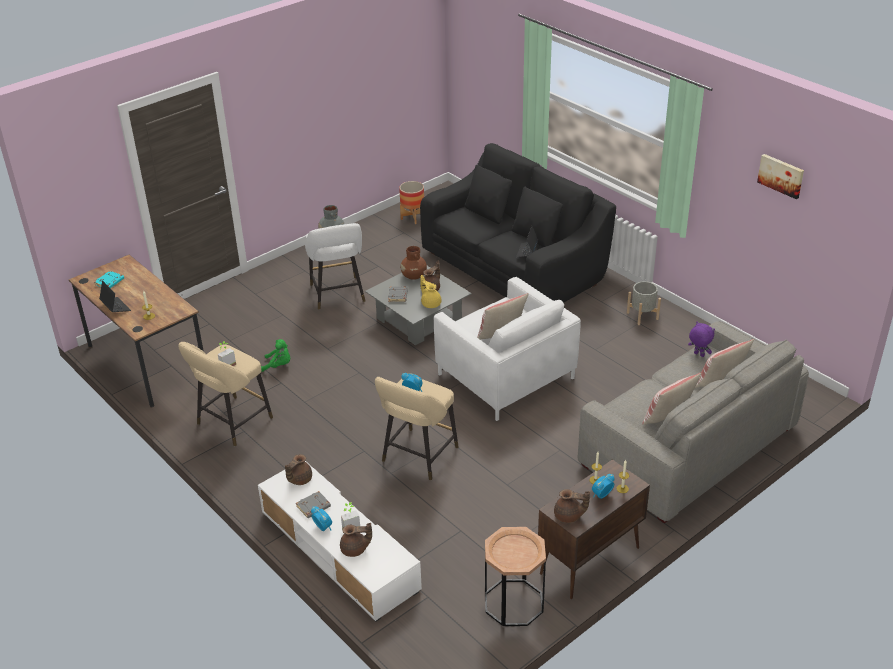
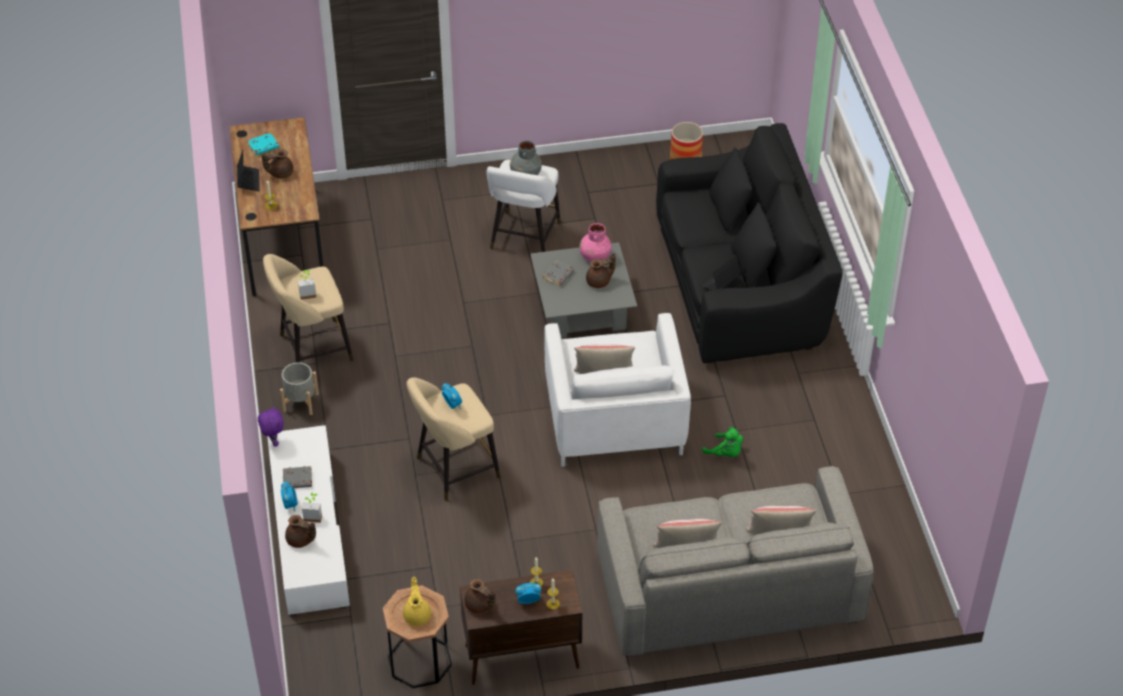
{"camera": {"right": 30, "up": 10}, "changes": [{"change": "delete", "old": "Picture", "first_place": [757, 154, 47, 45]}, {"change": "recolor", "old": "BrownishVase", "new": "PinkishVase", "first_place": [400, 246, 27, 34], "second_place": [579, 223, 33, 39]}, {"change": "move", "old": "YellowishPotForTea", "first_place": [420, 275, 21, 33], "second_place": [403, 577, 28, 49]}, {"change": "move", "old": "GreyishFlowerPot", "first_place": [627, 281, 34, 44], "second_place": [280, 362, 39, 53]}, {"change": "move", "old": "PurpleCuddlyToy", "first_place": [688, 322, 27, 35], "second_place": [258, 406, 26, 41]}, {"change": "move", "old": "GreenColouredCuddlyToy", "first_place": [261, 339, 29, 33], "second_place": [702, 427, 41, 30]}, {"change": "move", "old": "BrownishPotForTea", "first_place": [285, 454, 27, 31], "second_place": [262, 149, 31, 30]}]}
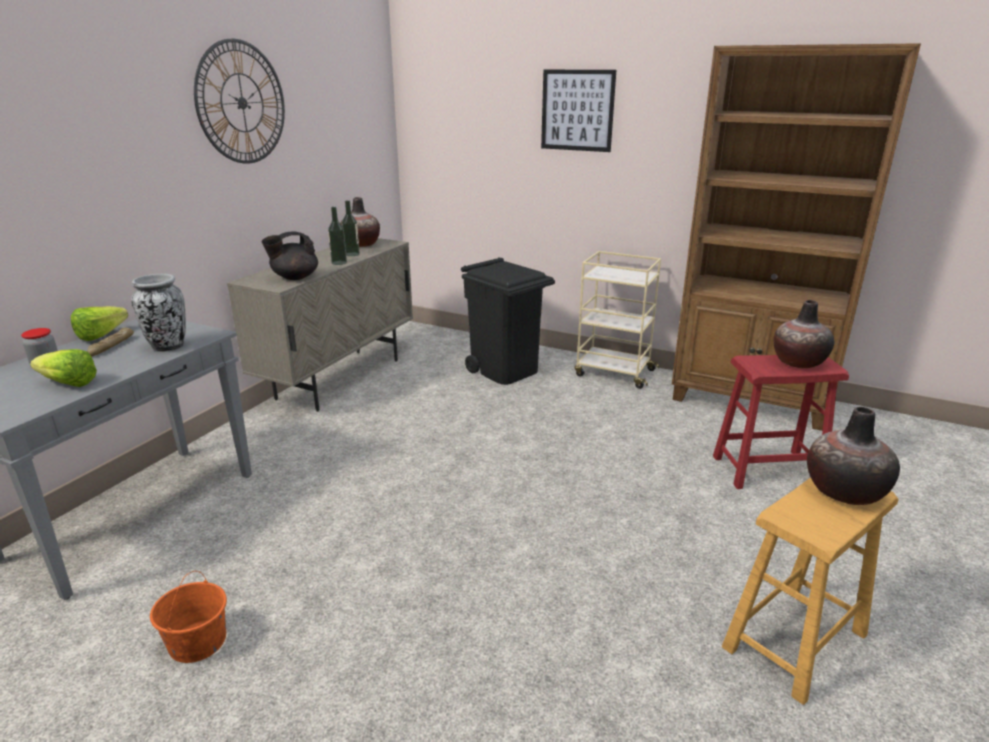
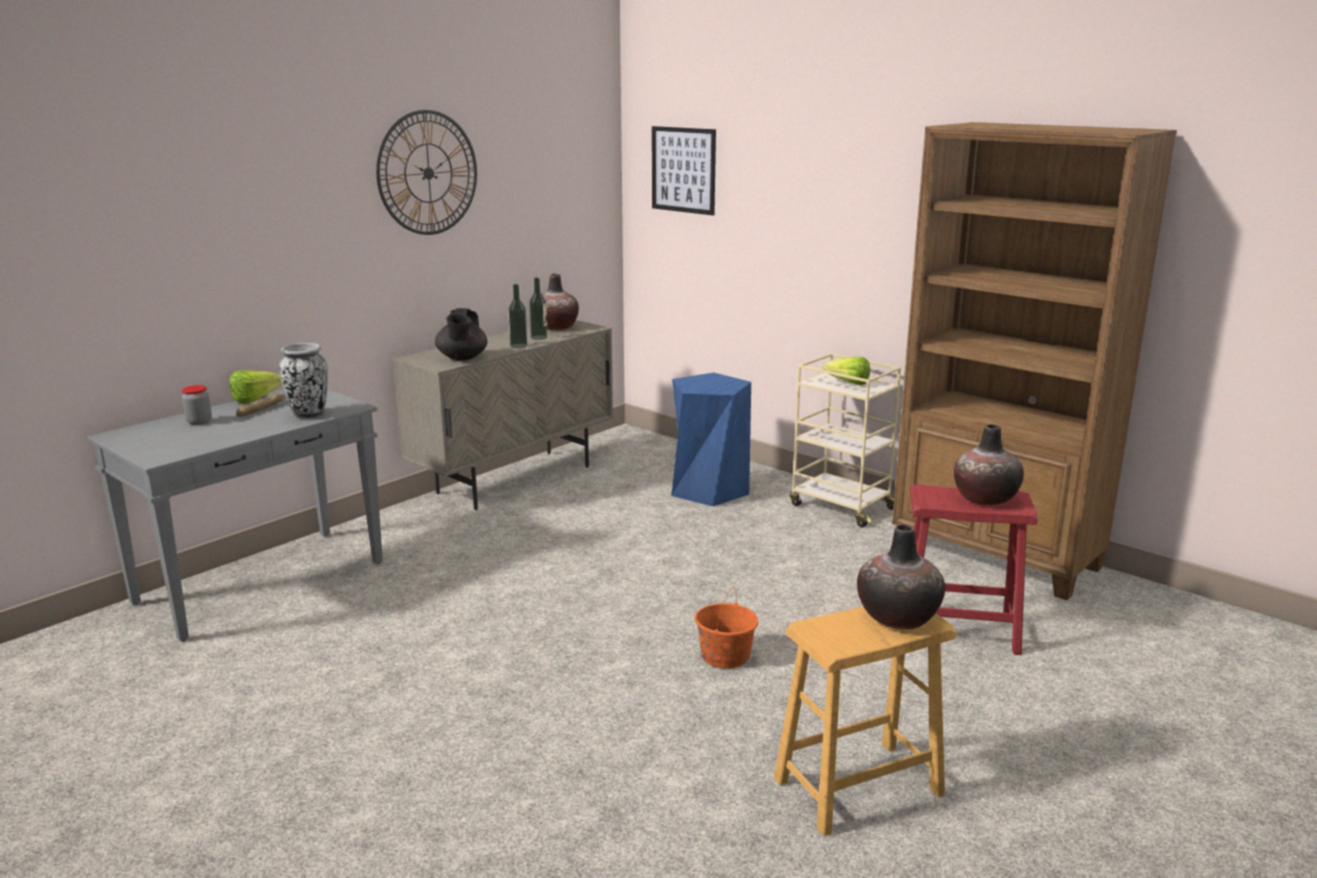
{"camera": {"right": 15, "up": -5}, "changes": [{"change": "move", "old": "Picture", "first_place": [541, 70, 75, 82], "second_place": [652, 126, 64, 89]}, {"change": "rotate", "old": "BlackishPotForTea", "first_place": [262, 231, 56, 49], "second_place": [435, 308, 53, 52], "degrees": -75}, {"change": "replace", "old": "BlackishTrashCan", "new": "BluishSittingStool", "first_place": [461, 257, 94, 128], "second_place": [671, 372, 80, 134]}, {"change": "move", "old": "HeadOfLettuce", "first_place": [30, 349, 67, 38], "second_place": [824, 357, 46, 28]}, {"change": "move", "old": "OrangeColouredPail", "first_place": [150, 571, 77, 92], "second_place": [695, 587, 63, 82]}]}
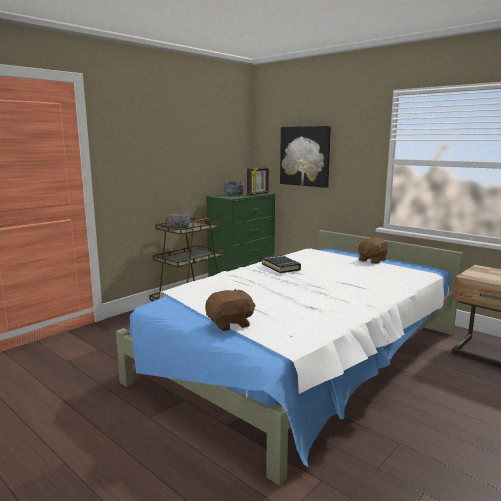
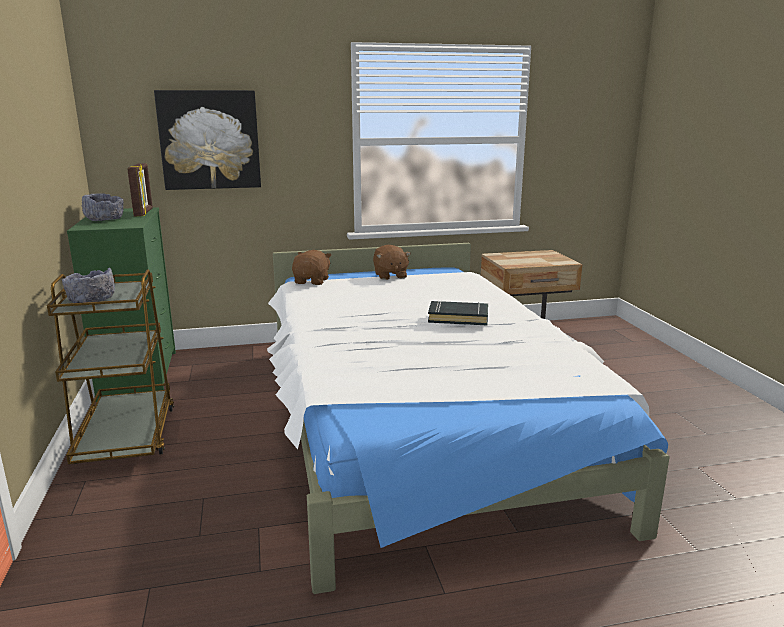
{"camera": {"right": -55, "up": 5}, "changes": [{"change": "move", "old": "BlackishVolume", "first_place": [262, 255, 39, 18], "second_place": [428, 300, 60, 25]}, {"change": "move", "old": "BrownishCuddlyToy", "first_place": [205, 289, 51, 42], "second_place": [292, 250, 40, 35]}]}
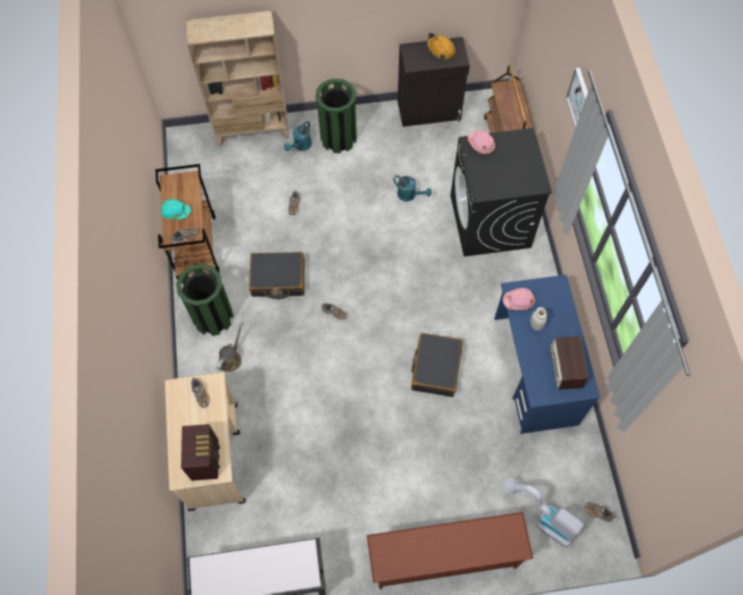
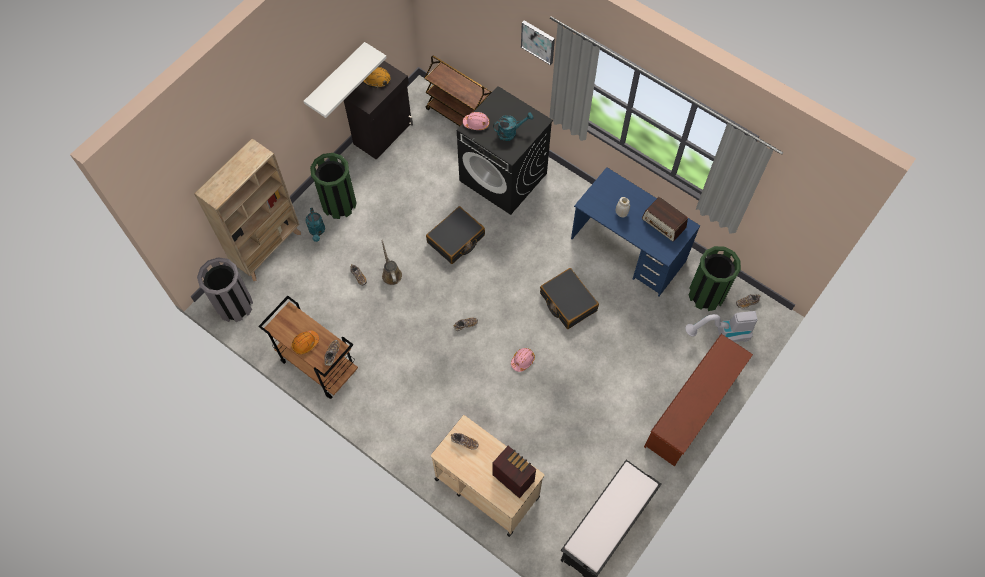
{"camera": {"right": -45, "up": 0}, "changes": [{"change": "move", "old": "BlueGreenWateringCan", "first_place": [393, 175, 39, 27], "second_place": [493, 112, 40, 29]}, {"change": "recolor", "old": "BlueGreenSafetyHelmet", "new": "OrangeColouredSafetyHelmet", "first_place": [160, 199, 31, 21], "second_place": [291, 330, 28, 24]}, {"change": "move", "old": "BlackishSuitcase", "first_place": [249, 252, 56, 47], "second_place": [426, 206, 59, 58]}, {"change": "move", "old": "GreenColouredTrashCan", "first_place": [176, 264, 57, 72], "second_place": [689, 246, 52, 65]}, {"change": "move", "old": "PinkishSafetyHelmet", "first_place": [503, 288, 32, 22], "second_place": [511, 348, 24, 24]}, {"change": "move", "old": "BrownishWateringCan", "first_place": [217, 323, 26, 49], "second_place": [381, 240, 21, 45]}, {"change": "insert", "new": "WhiteColouredWallShelf", "second_place": [303, 42, 84, 76]}, {"change": "insert", "new": "GreyishTrashCan", "second_place": [197, 257, 56, 65]}]}
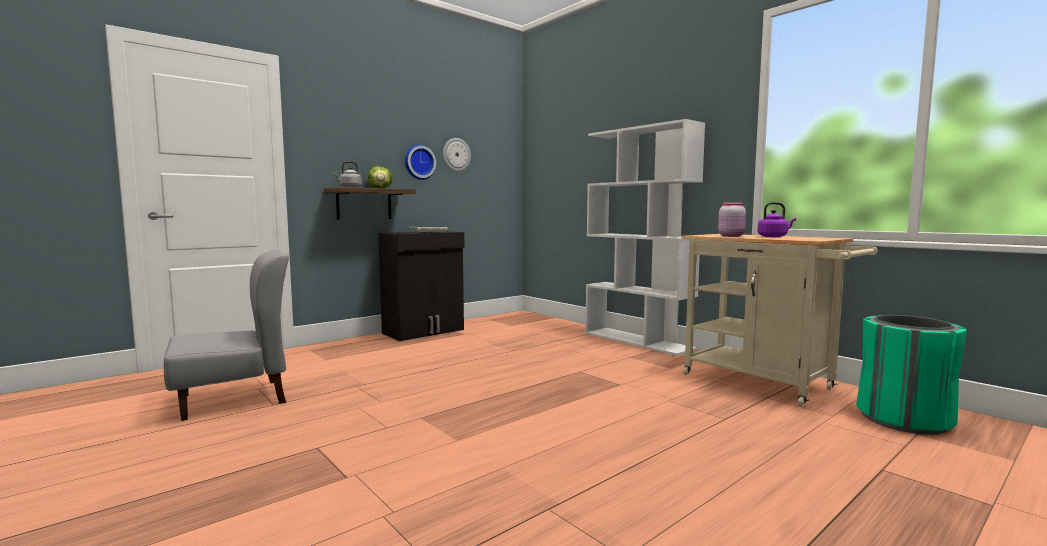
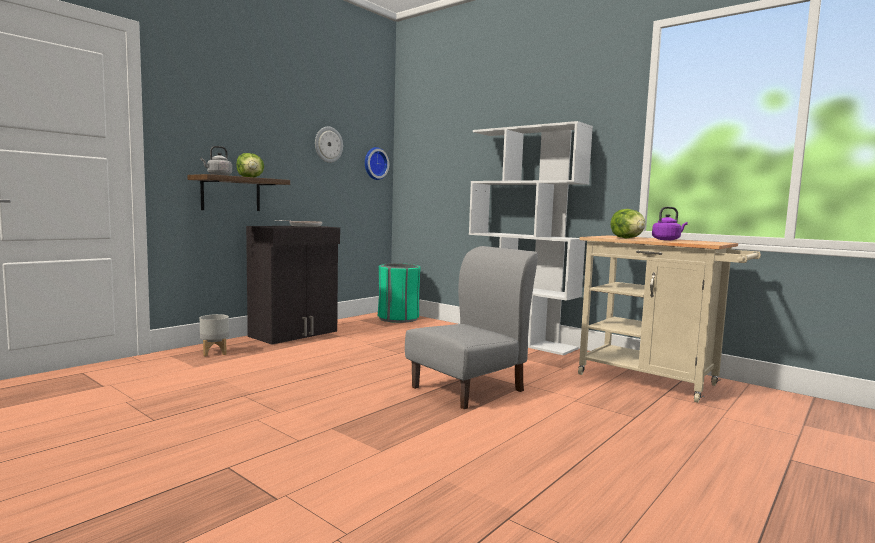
{"camera": {"right": -10, "up": 0}, "changes": [{"change": "move", "old": "HangingClock", "first_place": [405, 144, 31, 36], "second_place": [365, 147, 24, 33]}, {"change": "replace", "old": "PinkishStorageJar", "new": "HeadOfLettuce", "first_place": [718, 202, 28, 35], "second_place": [610, 209, 35, 29]}, {"change": "move", "old": "GreyishChair", "first_place": [164, 249, 125, 172], "second_place": [405, 246, 133, 163]}, {"change": "move", "old": "GreenColouredTrashCan", "first_place": [856, 315, 111, 120], "second_place": [378, 263, 43, 60]}, {"change": "insert", "new": "GreyishFlowerPot", "second_place": [200, 314, 29, 42]}]}
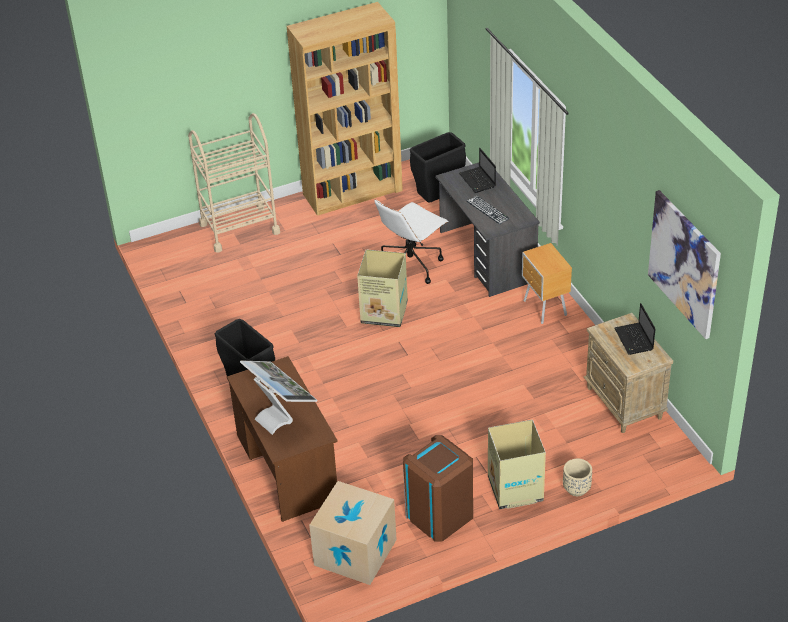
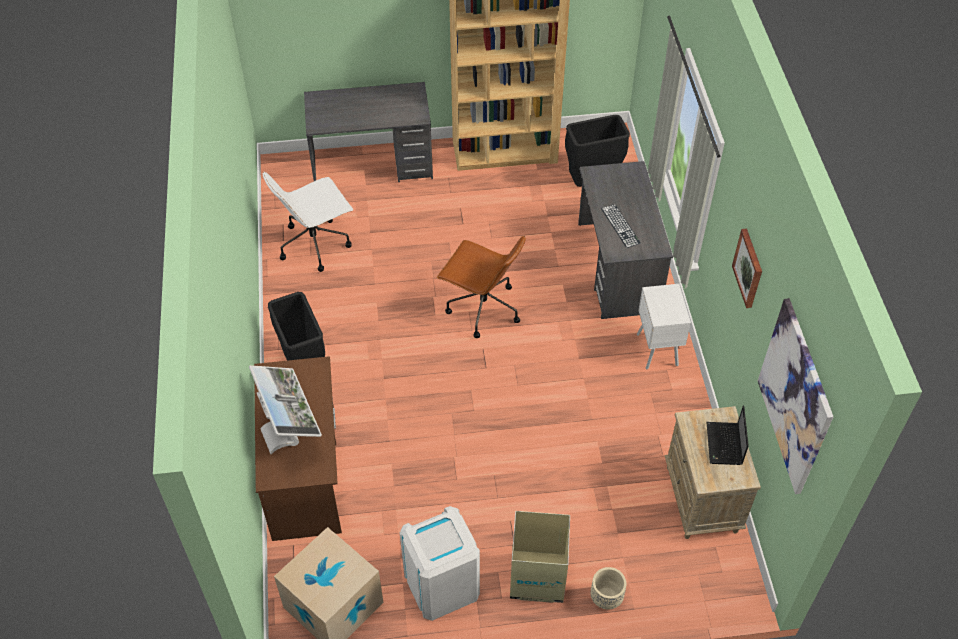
{"camera": {"right": 15, "up": 10}, "changes": [{"change": "replace", "old": "BeigeWheeledCart", "new": "GreyishDeskTable", "first_place": [188, 113, 92, 140], "second_place": [304, 82, 129, 100]}, {"change": "delete", "old": "NotebookComputer", "first_place": [459, 148, 37, 45]}, {"change": "move", "old": "WhiteColouredOfficeChair", "first_place": [374, 199, 74, 85], "second_place": [263, 172, 90, 100]}, {"change": "recolor", "old": "BrownishNightTable", "new": "WhiteColouredNightTable", "first_place": [522, 243, 50, 81], "second_place": [637, 284, 54, 86]}, {"change": "replace", "old": "PackingBox", "new": "BrownishOfficeChair", "first_place": [357, 249, 51, 78], "second_place": [437, 236, 89, 102]}, {"change": "recolor", "old": "BrownishTrashCan", "new": "WhiteColouredTrashCan", "first_place": [403, 435, 70, 107], "second_place": [400, 506, 80, 115]}, {"change": "insert", "new": "Picture", "second_place": [732, 229, 30, 79]}]}
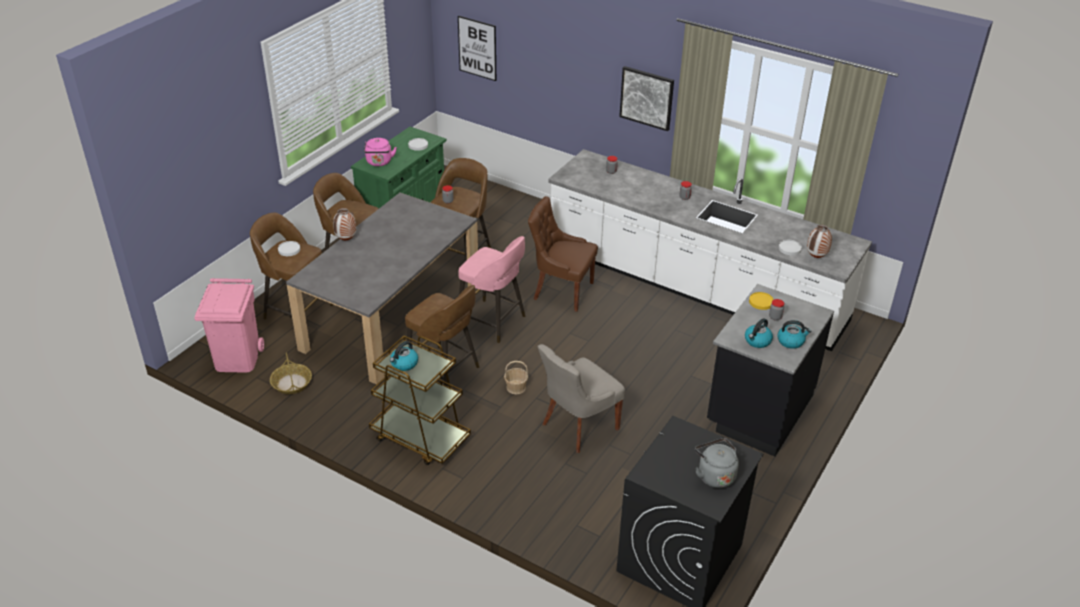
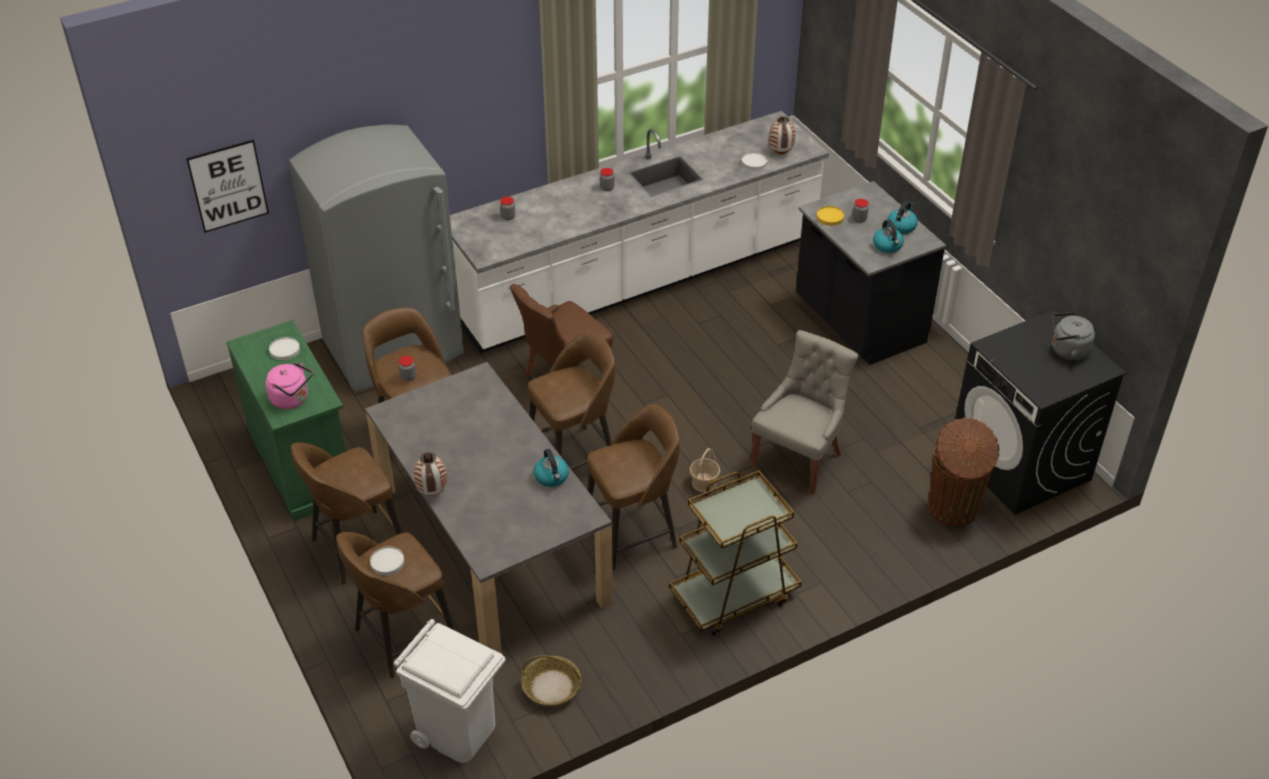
{"camera": {"right": -60, "up": 5}, "changes": [{"change": "delete", "old": "Picture", "first_place": [619, 66, 55, 65]}, {"change": "recolor", "old": "PinkishSittingStool", "new": "BrownishSittingStool", "first_place": [458, 236, 67, 107], "second_place": [528, 331, 88, 139]}, {"change": "recolor", "old": "PinkishTrashCan", "new": "WhiteColouredTrashCan", "first_place": [195, 278, 69, 95], "second_place": [394, 619, 112, 144]}, {"change": "move", "old": "Kettle", "first_place": [390, 341, 28, 30], "second_place": [533, 449, 36, 38]}, {"change": "rotate", "old": "GreyishChair", "first_place": [538, 344, 87, 109], "second_place": [751, 330, 108, 165], "degrees": -135}, {"change": "insert", "new": "GreyishKitchenFridge", "second_place": [289, 125, 175, 266]}, {"change": "insert", "new": "BrownishTrashCan", "second_place": [929, 418, 70, 109]}]}
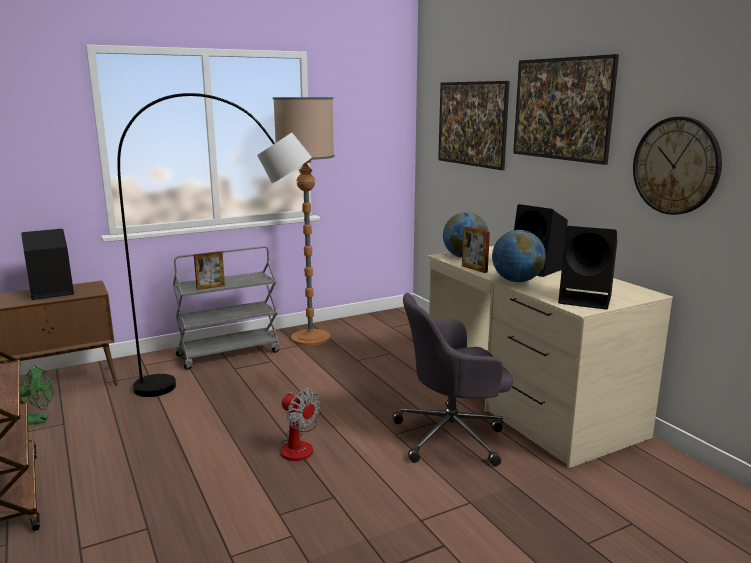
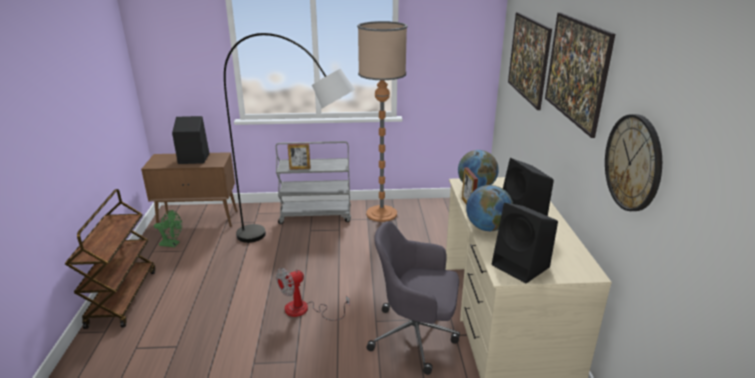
{"camera": {"right": 25, "up": 10}, "changes": [{"change": "rotate", "old": "ElectricFan", "first_place": [281, 387, 39, 74], "second_place": [276, 268, 74, 53], "degrees": 75}]}
